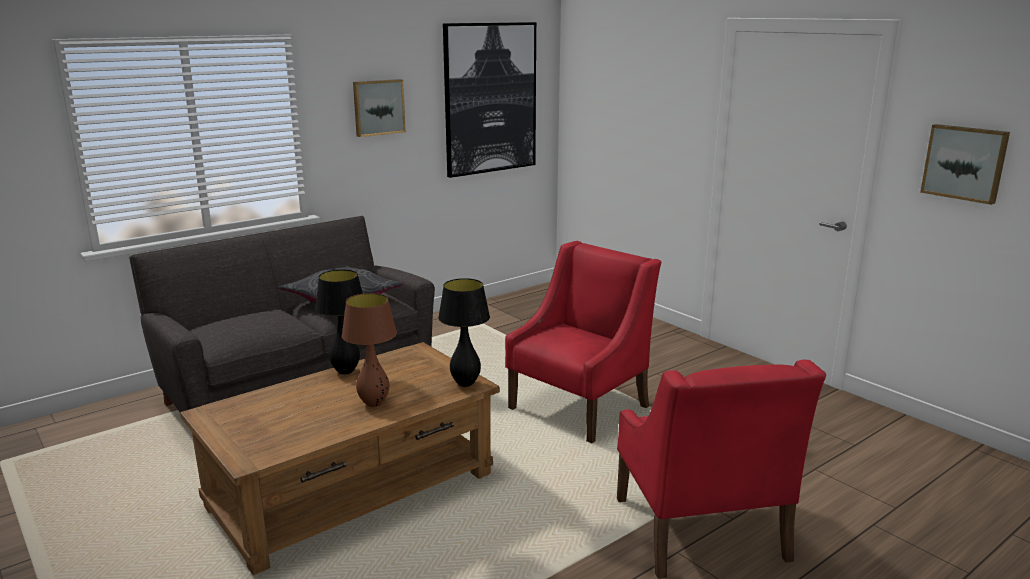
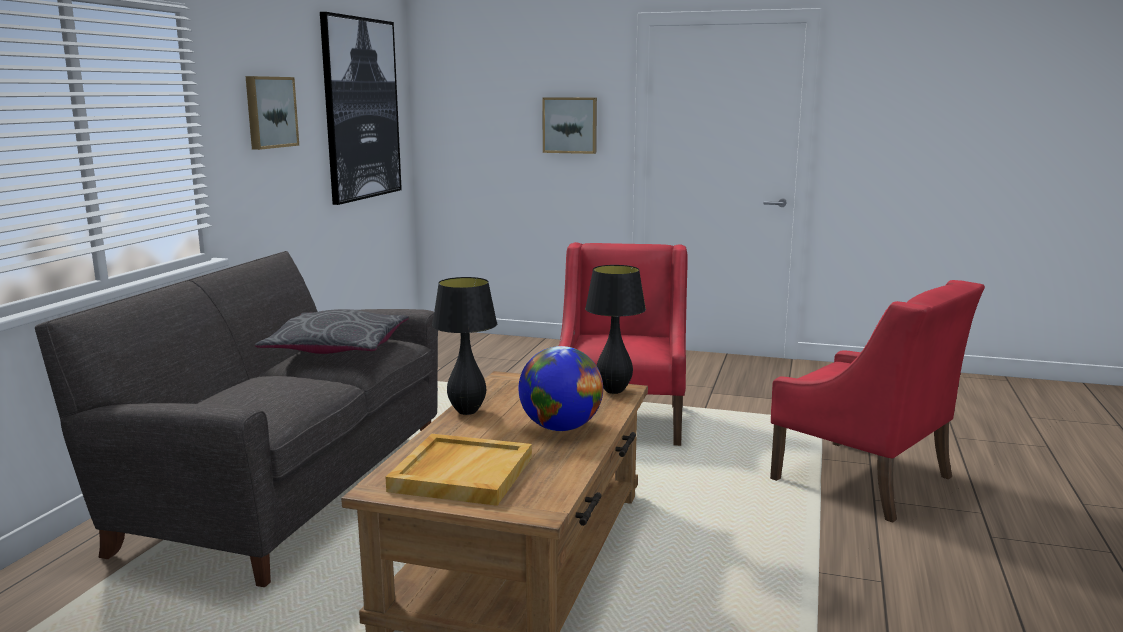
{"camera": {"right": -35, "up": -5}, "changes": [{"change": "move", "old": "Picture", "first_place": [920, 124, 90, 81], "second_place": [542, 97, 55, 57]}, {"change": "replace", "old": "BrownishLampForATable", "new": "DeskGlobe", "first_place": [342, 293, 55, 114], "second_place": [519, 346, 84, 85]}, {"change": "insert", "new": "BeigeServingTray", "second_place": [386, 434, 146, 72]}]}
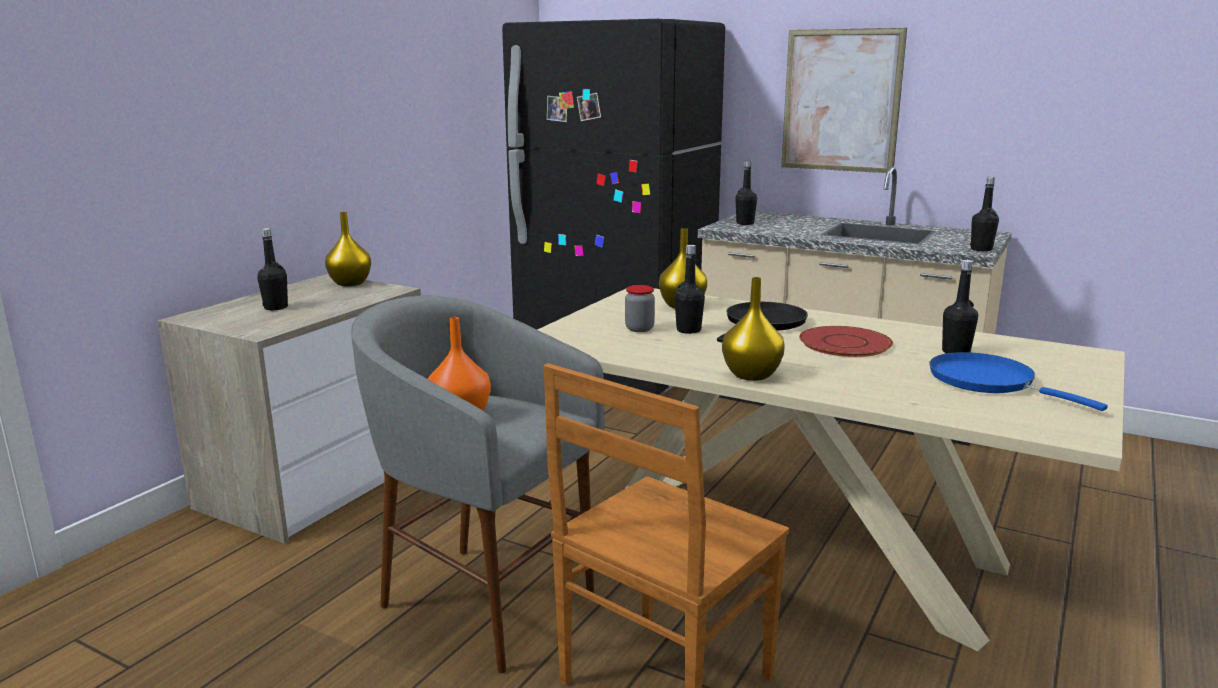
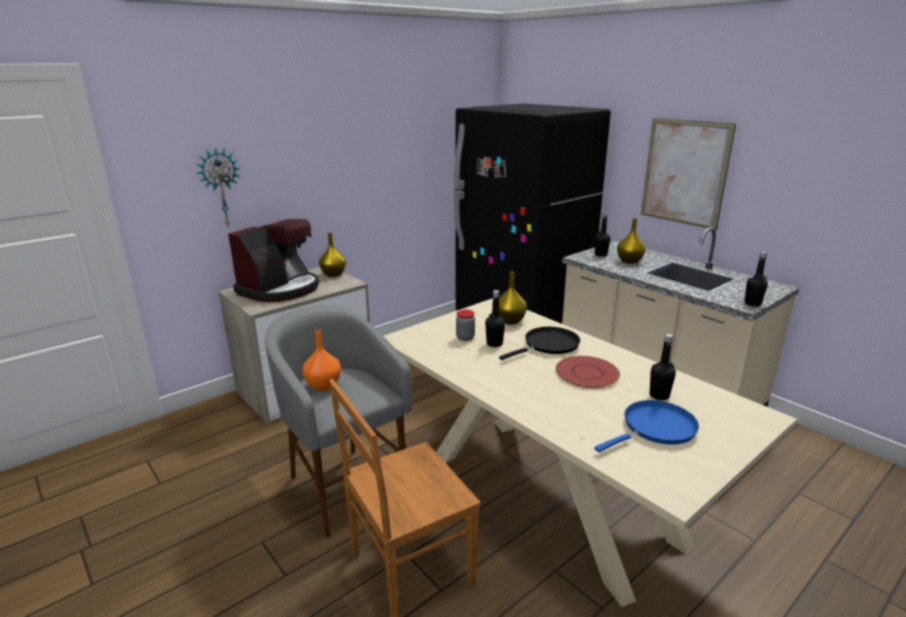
{"camera": {"right": 20, "up": 5}, "changes": [{"change": "replace", "old": "BlackishBeverageBottle", "new": "CoffeeMachine", "first_place": [257, 228, 31, 82], "second_place": [228, 219, 92, 83]}, {"change": "move", "old": "YellowishVase", "first_place": [722, 277, 63, 104], "second_place": [617, 218, 29, 46]}, {"change": "rotate", "old": "BluishSkillet", "first_place": [929, 352, 179, 59], "second_place": [595, 400, 104, 52], "degrees": 75}, {"change": "insert", "new": "HangingClock", "second_place": [197, 147, 44, 81]}]}
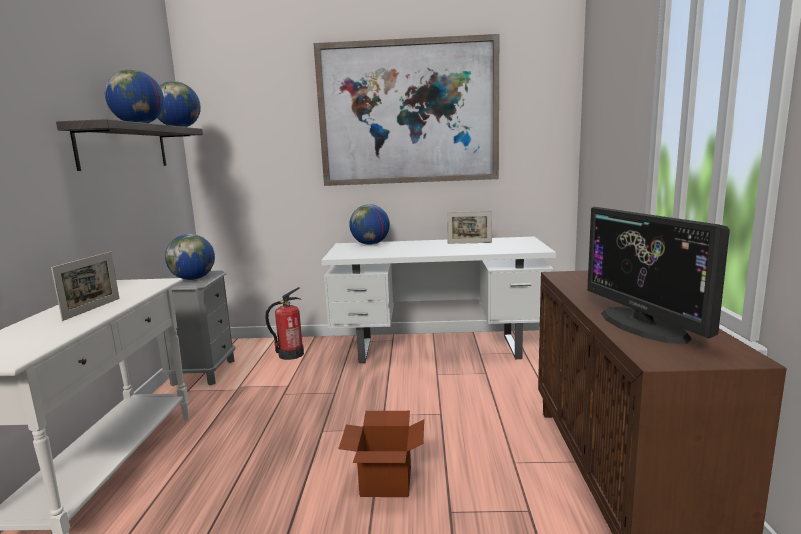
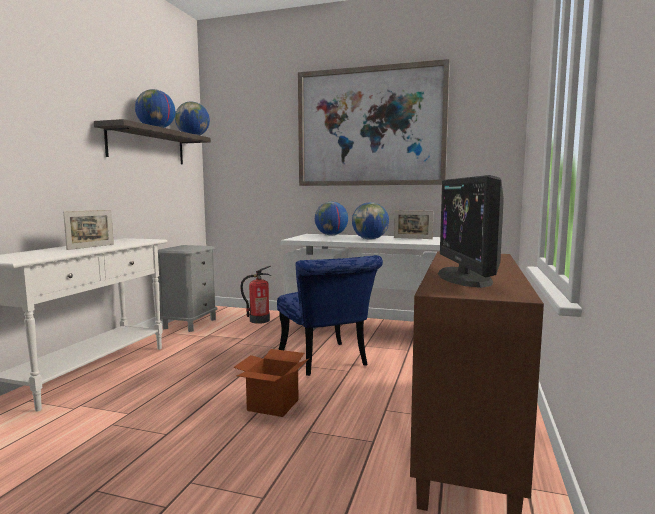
{"camera": {"right": 15, "up": -5}, "changes": [{"change": "move", "old": "DeskGlobe", "first_place": [165, 234, 50, 46], "second_place": [352, 202, 37, 38]}, {"change": "insert", "new": "BluishChair", "second_place": [277, 255, 106, 121]}]}
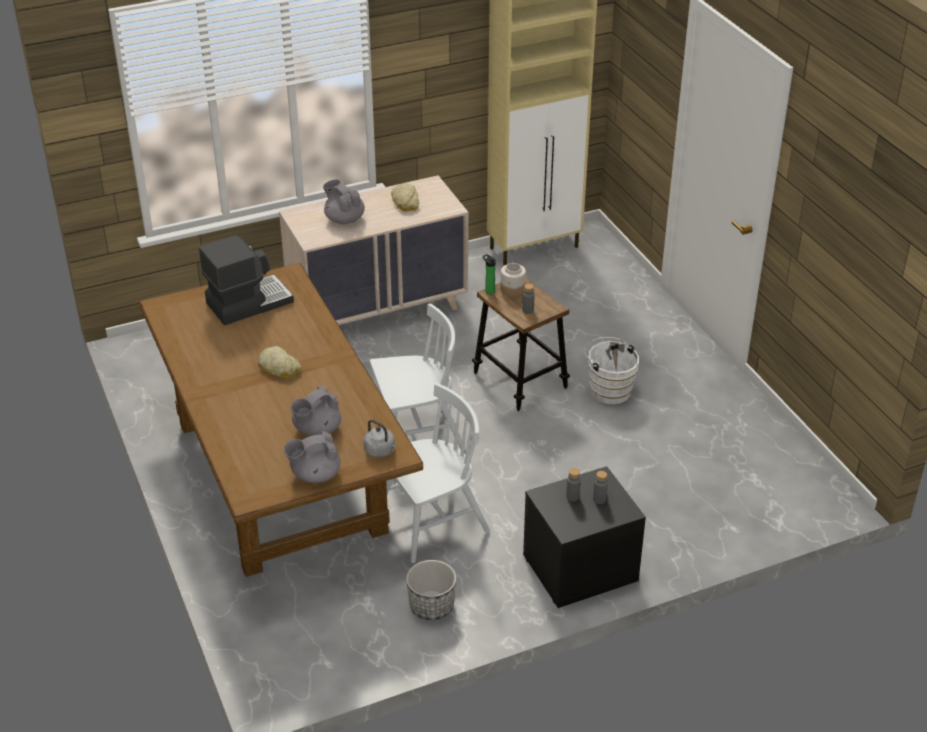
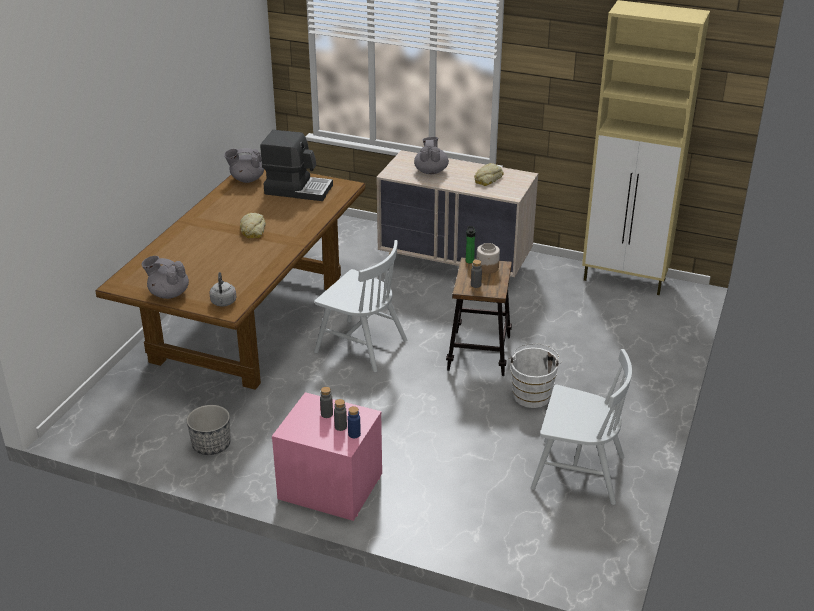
{"camera": {"right": 45, "up": -5}, "changes": [{"change": "move", "old": "WhiteColouredChair", "first_place": [386, 383, 104, 180], "second_place": [531, 349, 101, 156]}, {"change": "move", "old": "GreyishPotForTea", "first_place": [291, 386, 50, 50], "second_place": [224, 148, 40, 35]}, {"change": "recolor", "old": "BlackishNightTable", "new": "PinkishNightTable", "first_place": [523, 466, 123, 142], "second_place": [272, 392, 110, 129]}, {"change": "insert", "new": "BluishBeverageBottle", "second_place": [348, 406, 13, 32]}]}
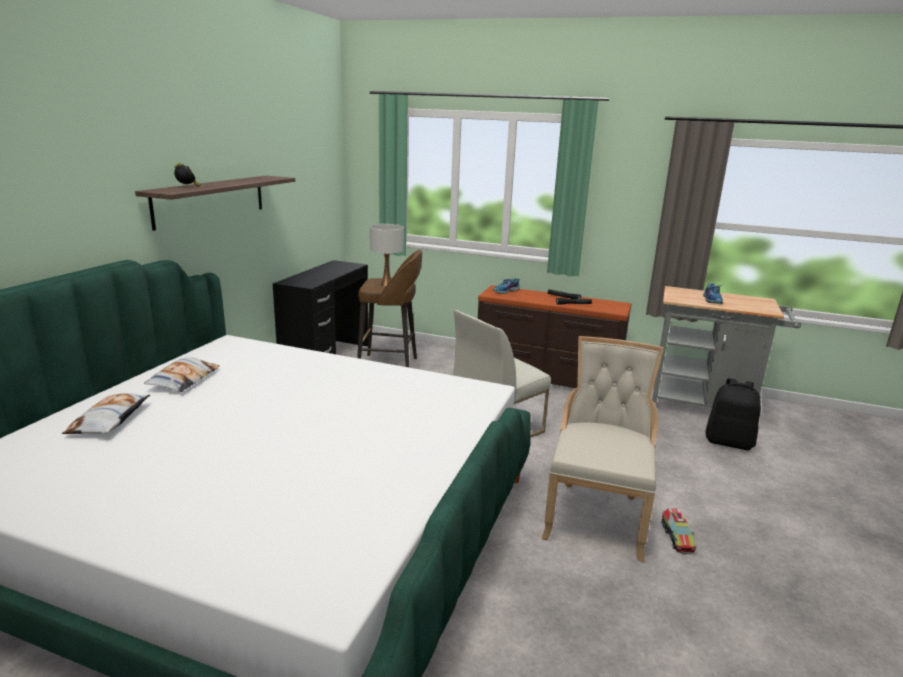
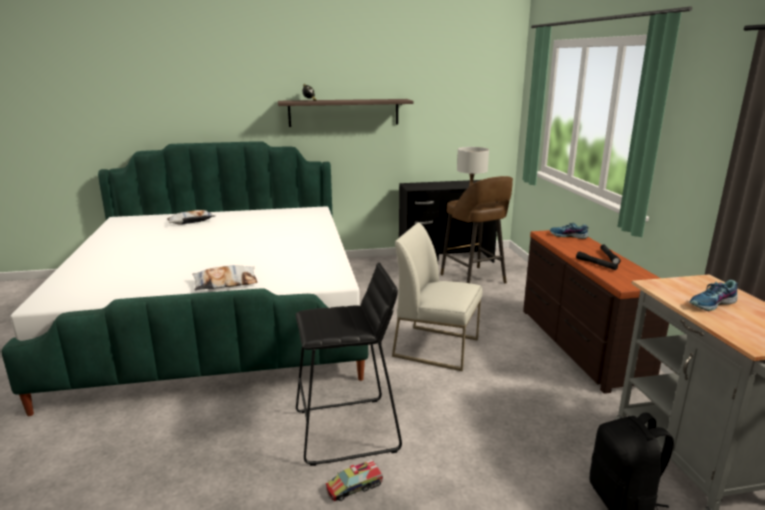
{"camera": {"right": 60, "up": 0}, "changes": [{"change": "replace", "old": "BeigeChair", "new": "BlackishSittingStool", "first_place": [541, 336, 123, 226], "second_place": [296, 263, 106, 203]}, {"change": "move", "old": "Cushion", "first_place": [143, 357, 77, 35], "second_place": [192, 265, 65, 25]}]}
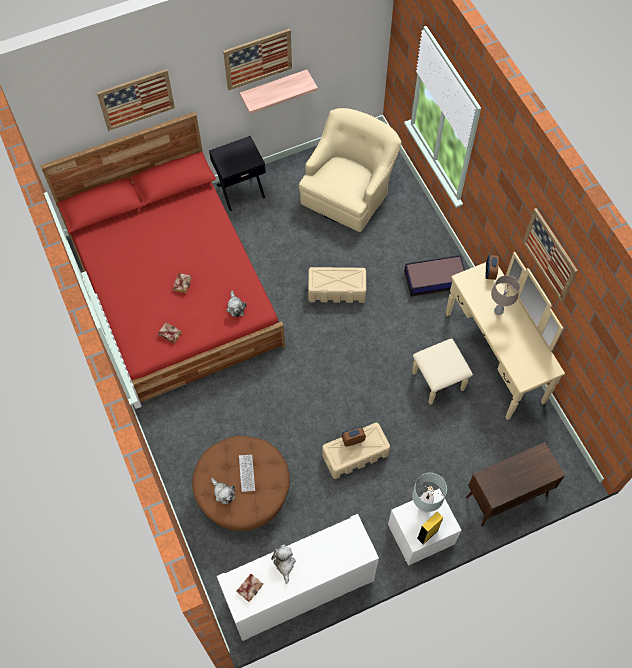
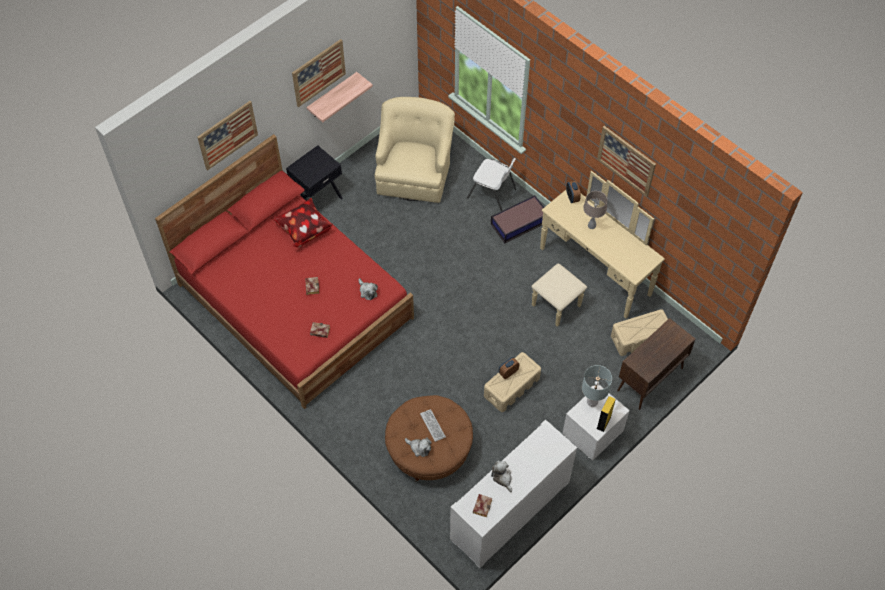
{"camera": {"right": -20, "up": -5}, "changes": [{"change": "move", "old": "BeigeStorageContainer", "first_place": [308, 267, 58, 36], "second_place": [611, 309, 57, 47]}, {"change": "insert", "new": "WhiteColouredChair", "second_place": [467, 158, 49, 53]}, {"change": "insert", "new": "Cushion", "second_place": [273, 198, 60, 50]}]}
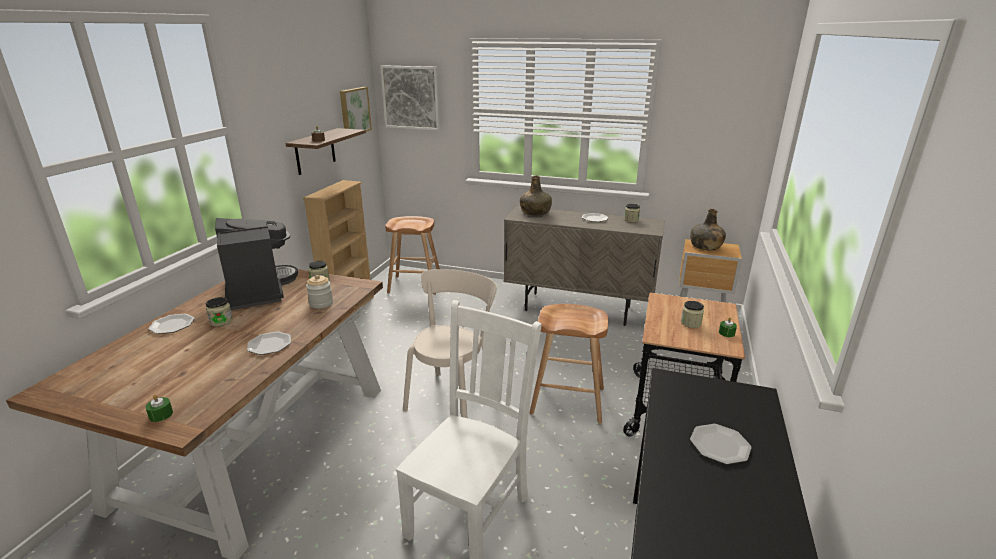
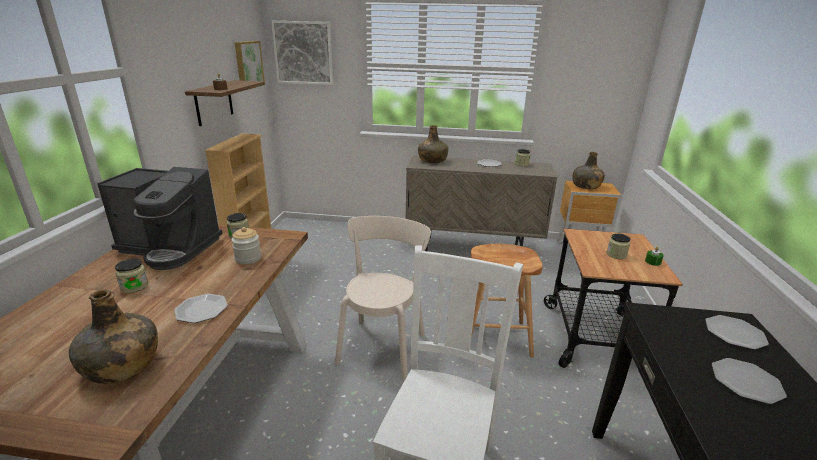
{"camera": {"right": -10, "up": 0}, "changes": [{"change": "delete", "old": "BrownishSittingStool", "first_place": [385, 216, 55, 79]}, {"change": "rotate", "old": "CoffeeMachine", "first_place": [215, 218, 83, 92], "second_place": [97, 167, 126, 103], "degrees": 135}, {"change": "move", "old": "FlatDish", "first_place": [148, 314, 47, 20], "second_place": [705, 315, 64, 35]}, {"change": "delete", "old": "GreenColouredWaxCandle", "first_place": [145, 394, 28, 28]}, {"change": "insert", "new": "GreenColouredBeverageBottle", "second_place": [69, 290, 89, 94]}]}
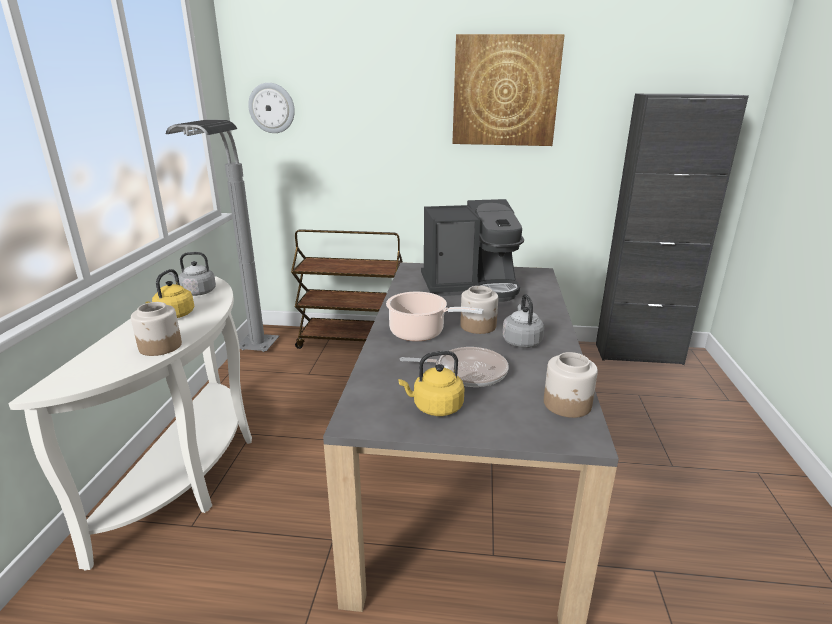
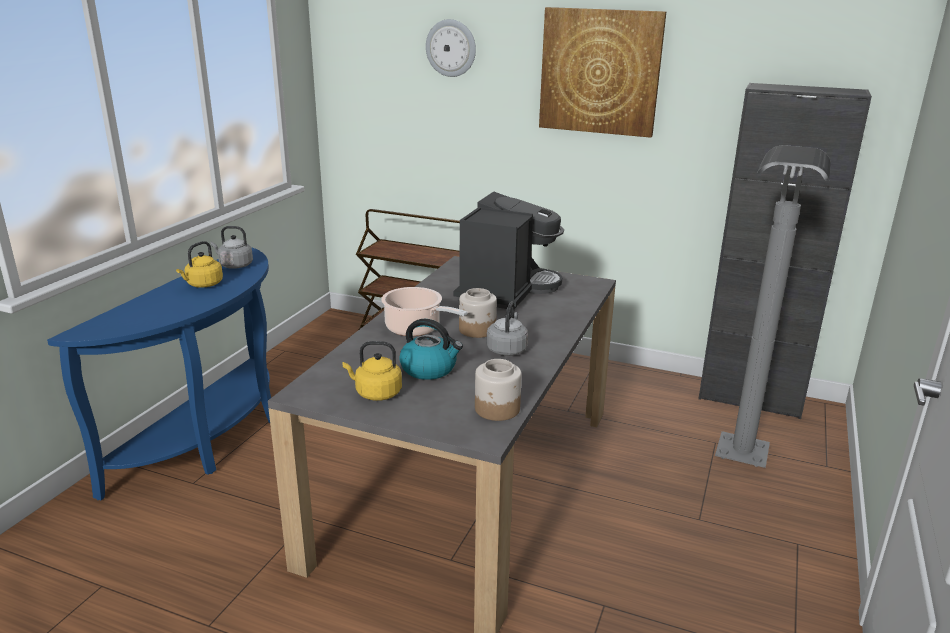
{"camera": {"right": 15, "up": 0}, "changes": [{"change": "move", "old": "HangingClock", "first_place": [248, 83, 47, 50], "second_place": [426, 19, 50, 58]}, {"change": "move", "old": "GreyishStandardLamp", "first_place": [166, 120, 114, 232], "second_place": [715, 145, 116, 323]}, {"change": "rotate", "old": "CoffeeMachine", "first_place": [421, 199, 103, 103], "second_place": [453, 192, 111, 117], "degrees": -75}, {"change": "recolor", "old": "WhiteColouredHallTable", "new": "BluishHallTable", "first_place": [8, 276, 244, 295], "second_place": [47, 247, 224, 253]}, {"change": "delete", "old": "StorageJar", "first_place": [131, 302, 51, 54]}, {"change": "replace", "old": "Skillet", "new": "Kettle", "first_place": [400, 347, 109, 40], "second_place": [399, 319, 64, 61]}]}
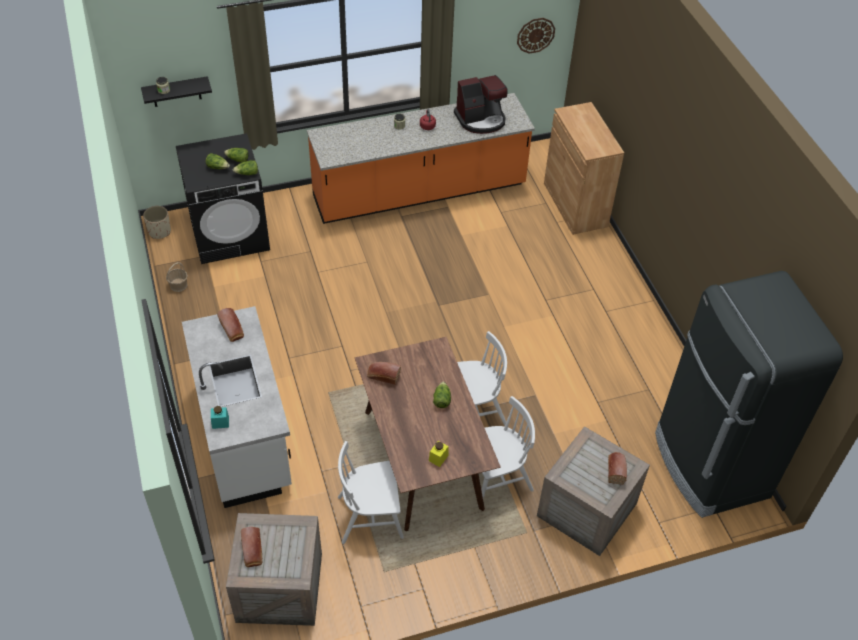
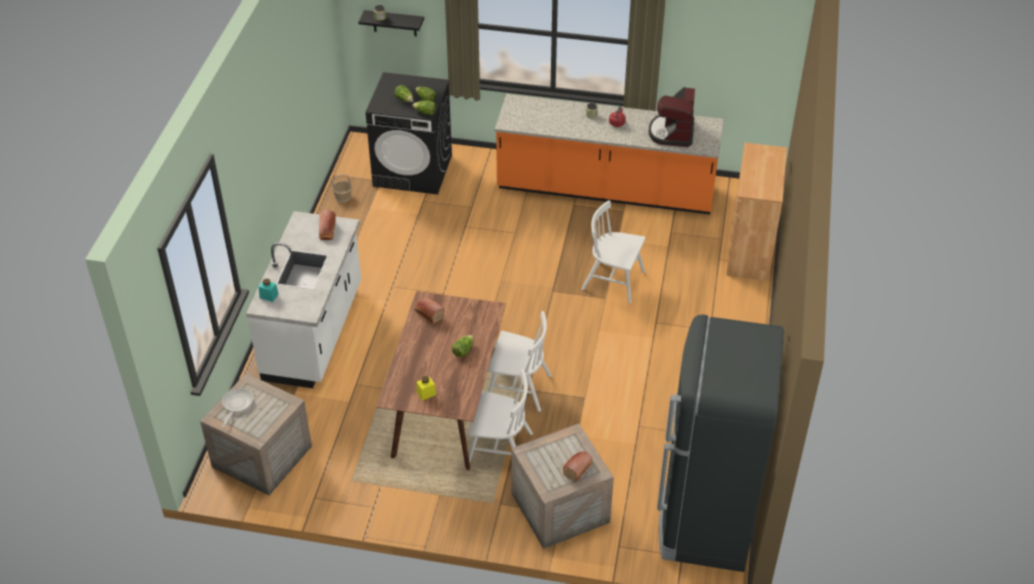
{"camera": {"right": 30, "up": -5}, "changes": [{"change": "delete", "old": "HangingClock", "first_place": [517, 18, 38, 36]}, {"change": "rotate", "old": "CoffeeMachine", "first_place": [454, 75, 54, 59], "second_place": [649, 87, 46, 60], "degrees": 90}, {"change": "delete", "old": "BeigeFlowerPot", "first_place": [143, 206, 28, 33]}, {"change": "move", "old": "WhiteColouredChair", "first_place": [338, 441, 66, 103], "second_place": [581, 200, 64, 103]}, {"change": "replace", "old": "BakedBread", "new": "Skillet", "first_place": [241, 527, 21, 40], "second_place": [222, 388, 31, 40]}]}
